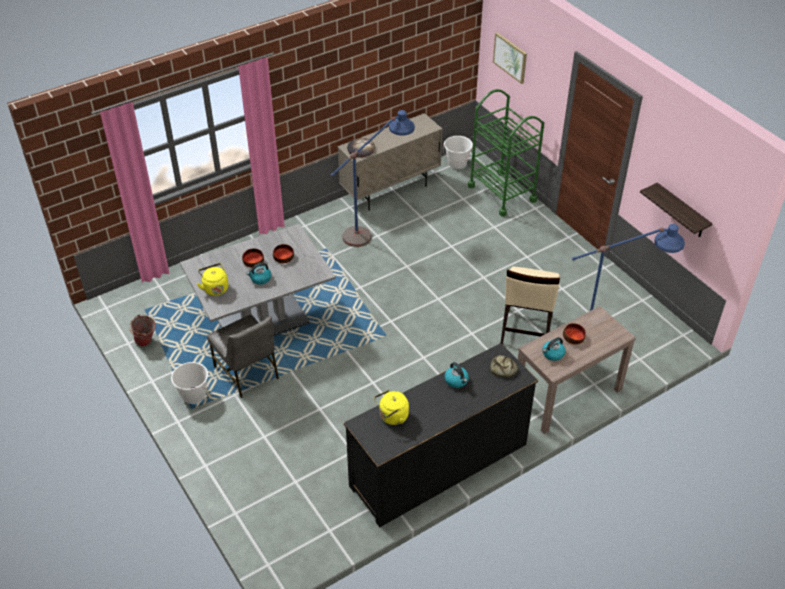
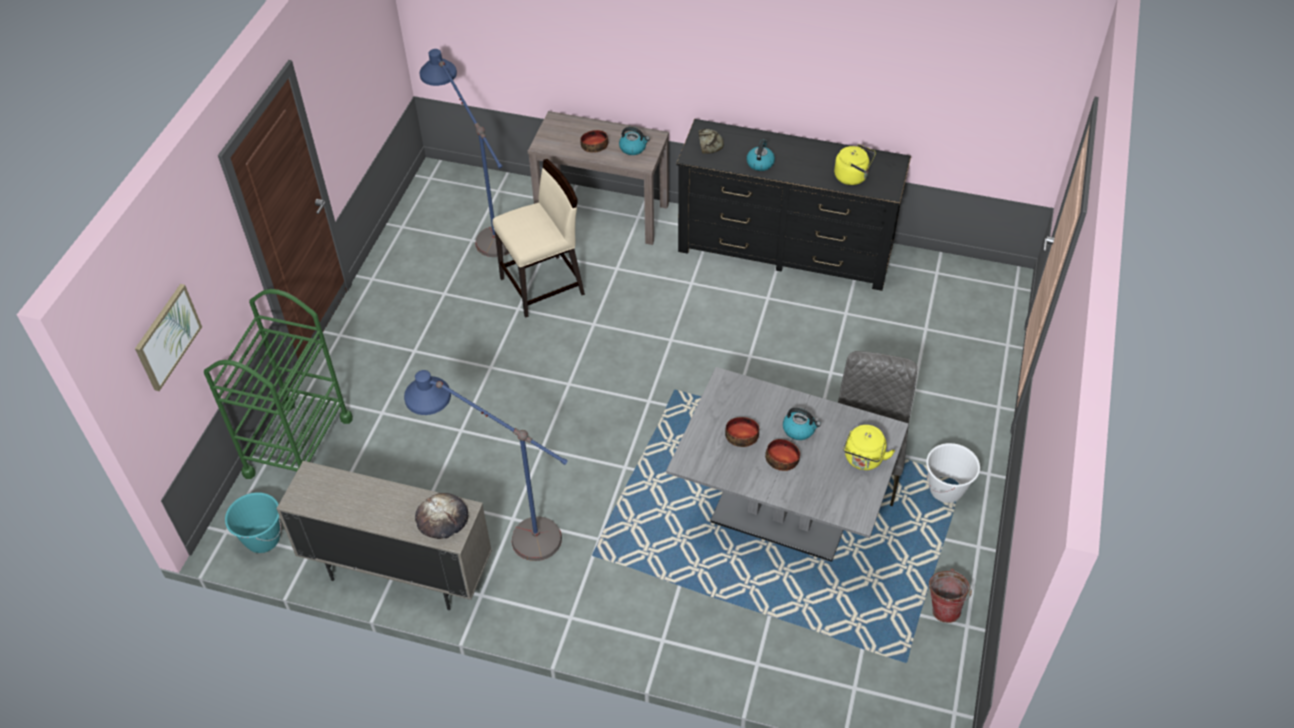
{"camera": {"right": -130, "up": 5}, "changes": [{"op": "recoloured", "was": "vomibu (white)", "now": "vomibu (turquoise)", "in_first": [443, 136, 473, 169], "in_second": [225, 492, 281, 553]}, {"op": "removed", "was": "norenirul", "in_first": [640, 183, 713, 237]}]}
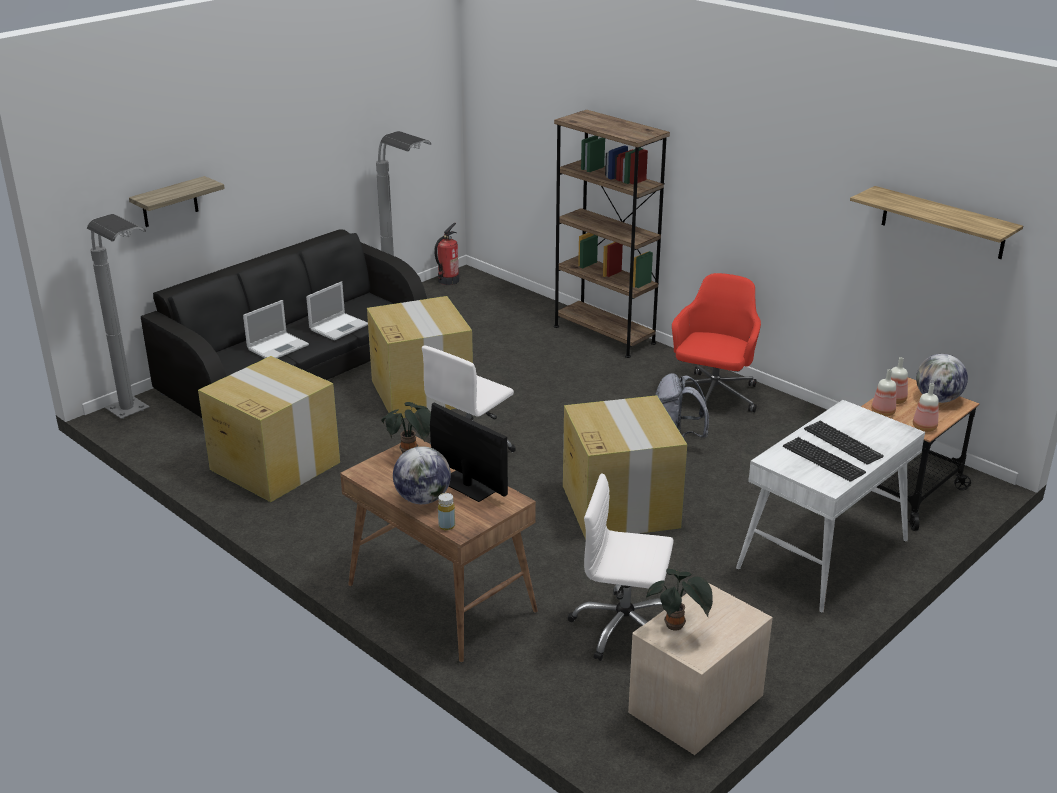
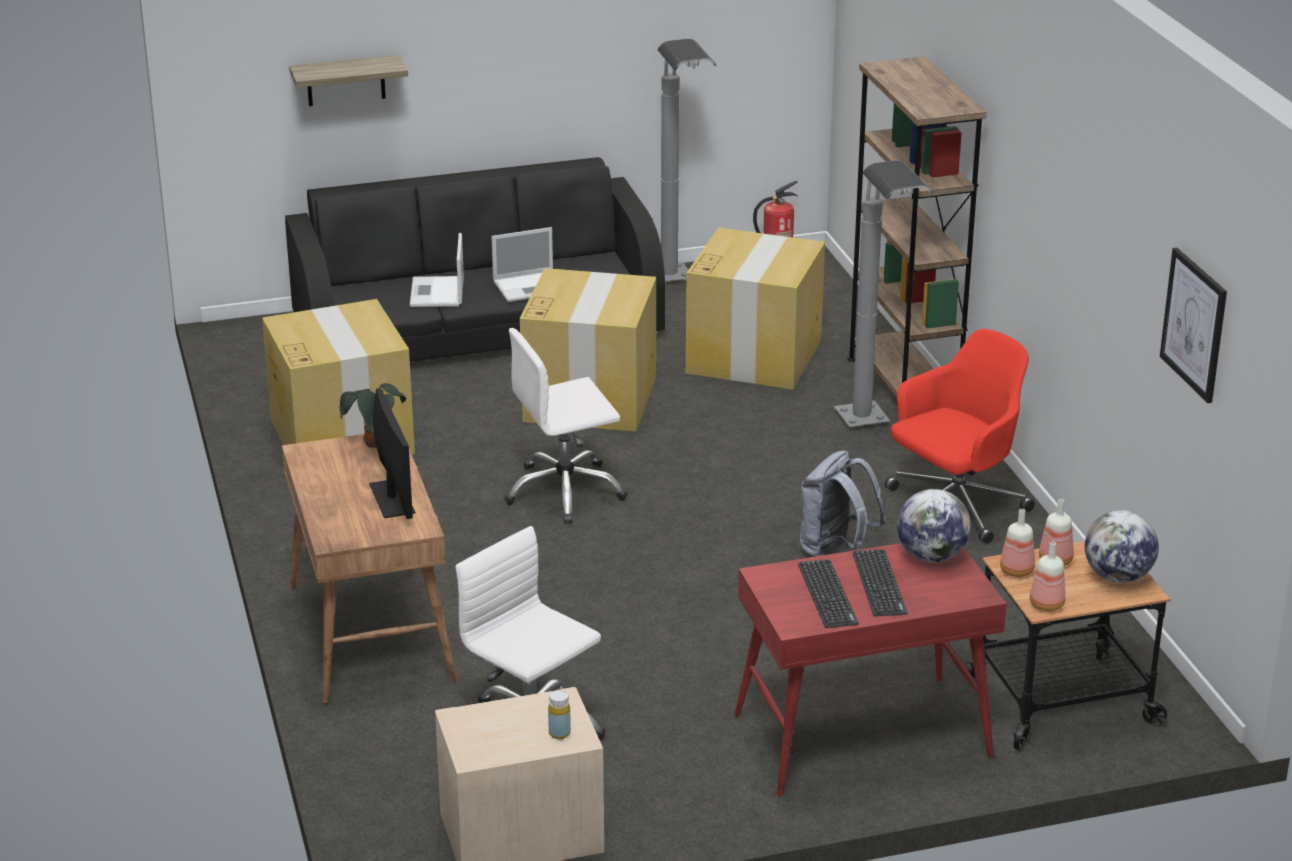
{"camera": {"right": 30, "up": 0}, "changes": [{"op": "turned", "was": "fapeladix", "in_first": [243, 300, 309, 358], "in_second": [410, 233, 464, 307], "clockwise": 105}, {"op": "moved", "was": "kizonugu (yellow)", "in_first": [438, 493, 455, 531], "in_second": [548, 690, 571, 739]}, {"op": "moved", "was": "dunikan", "in_first": [563, 395, 687, 539], "in_second": [686, 228, 825, 390]}, {"op": "recoloured", "was": "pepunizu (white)", "now": "pepunizu (red)", "in_first": [736, 400, 925, 613], "in_second": [734, 543, 1007, 797]}, {"op": "moved", "was": "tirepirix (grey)", "in_first": [87, 214, 150, 419], "in_second": [834, 160, 933, 428]}, {"op": "moved", "was": "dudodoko", "in_first": [393, 446, 451, 504], "in_second": [897, 489, 971, 562]}, {"op": "replaced", "was": "norenirul", "now": "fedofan", "in_first": [850, 186, 1023, 259], "in_second": [1160, 248, 1227, 403]}, {"op": "removed", "was": "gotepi", "in_first": [646, 569, 713, 631]}]}
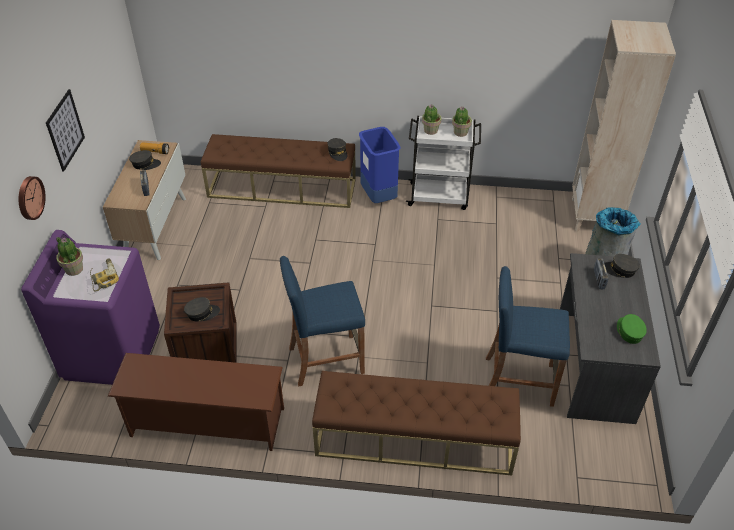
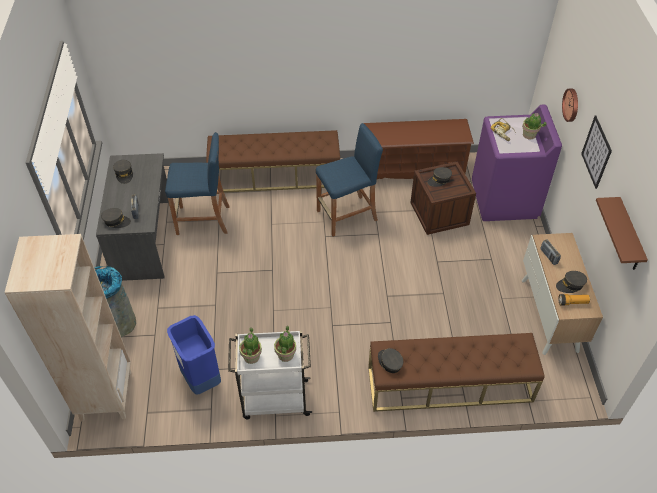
{"camera": {"right": 170, "up": 5}, "changes": [{"op": "recoloured", "was": "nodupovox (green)", "now": "nodupovox (grey)", "in_first": [617, 314, 647, 344], "in_second": [113, 160, 133, 184]}, {"op": "moved", "was": "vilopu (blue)", "in_first": [359, 127, 400, 203], "in_second": [167, 315, 221, 395]}, {"op": "added", "now": "norenirul (brown)", "in_second": [596, 197, 648, 270]}]}
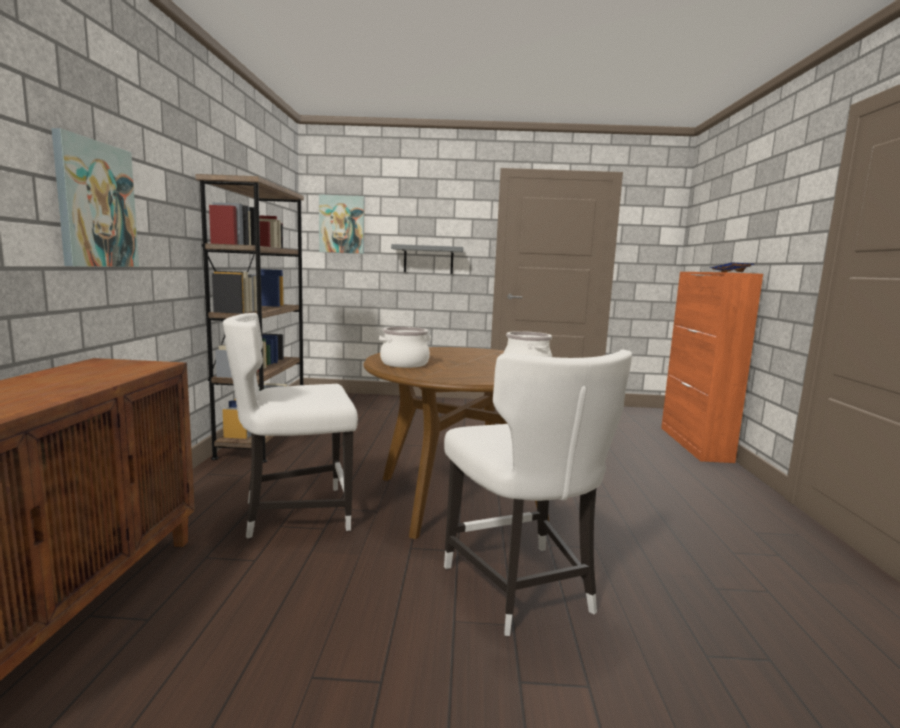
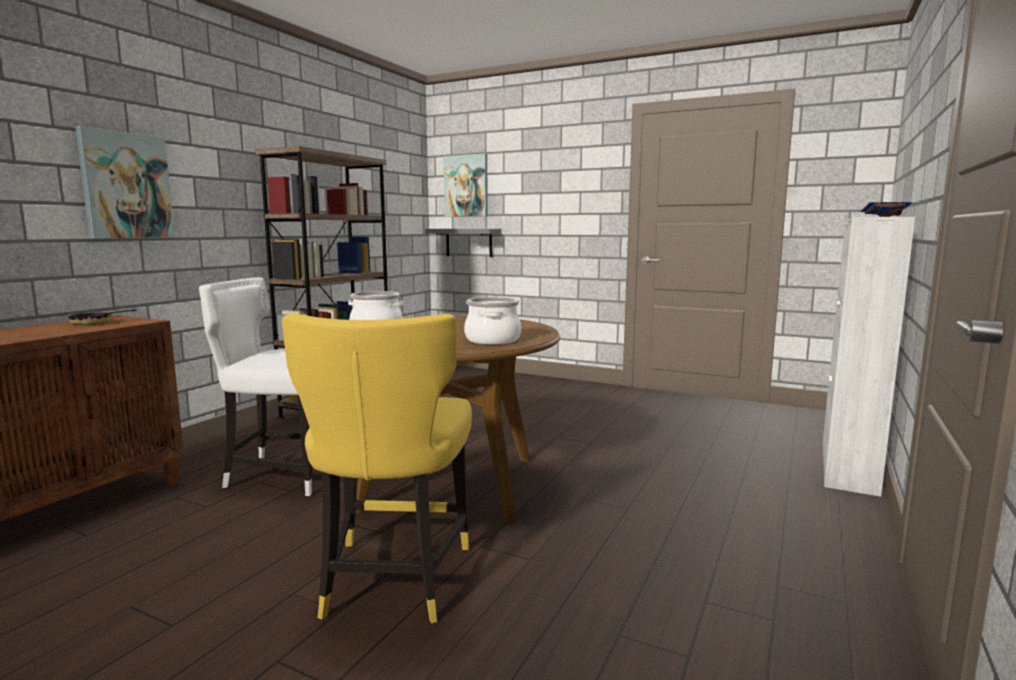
{"camera": {"right": 25, "up": 0}, "changes": [{"op": "added", "now": "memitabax", "in_second": [66, 307, 137, 325]}, {"op": "recoloured", "was": "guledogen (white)", "now": "guledogen (yellow)", "in_first": [444, 349, 632, 636], "in_second": [282, 313, 472, 623]}, {"op": "moved", "was": "norenirul (grey)", "in_first": [391, 244, 463, 274], "in_second": [425, 229, 501, 257]}, {"op": "recoloured", "was": "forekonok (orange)", "now": "forekonok (white)", "in_first": [661, 272, 763, 463], "in_second": [823, 217, 915, 497]}]}
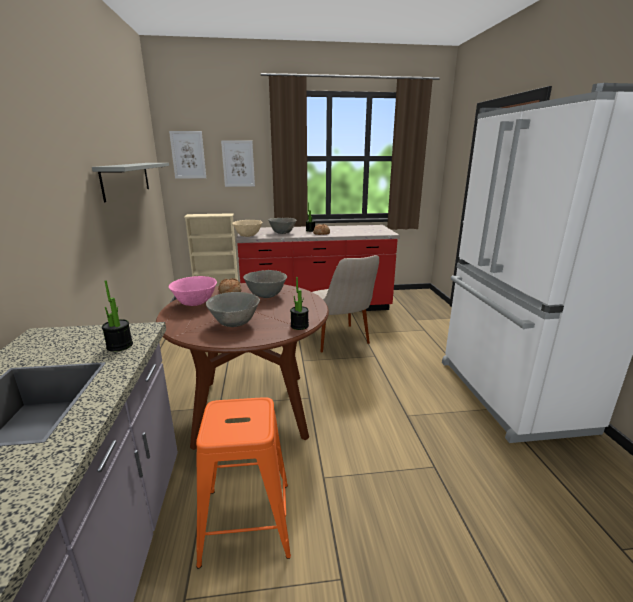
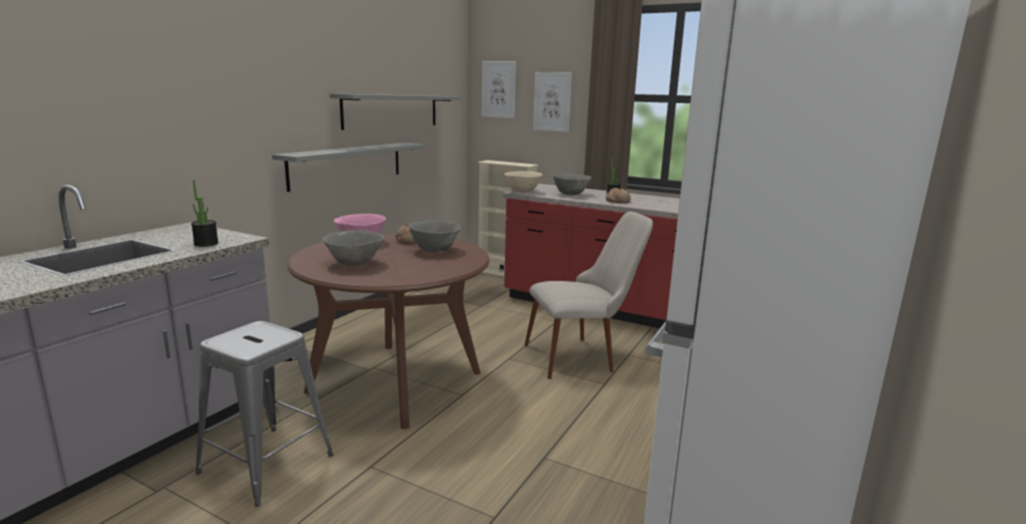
{"camera": {"right": 35, "up": -5}, "changes": [{"op": "recoloured", "was": "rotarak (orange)", "now": "rotarak (grey)", "in_first": [196, 397, 291, 568], "in_second": [195, 321, 334, 507]}, {"op": "added", "now": "norenirul (grey)", "in_second": [272, 143, 425, 192]}, {"op": "turned", "was": "guledogen (beige)", "in_first": [313, 255, 379, 353], "in_second": [525, 212, 653, 379], "clockwise": -120}, {"op": "removed", "was": "gotepi", "in_first": [290, 277, 309, 330]}]}
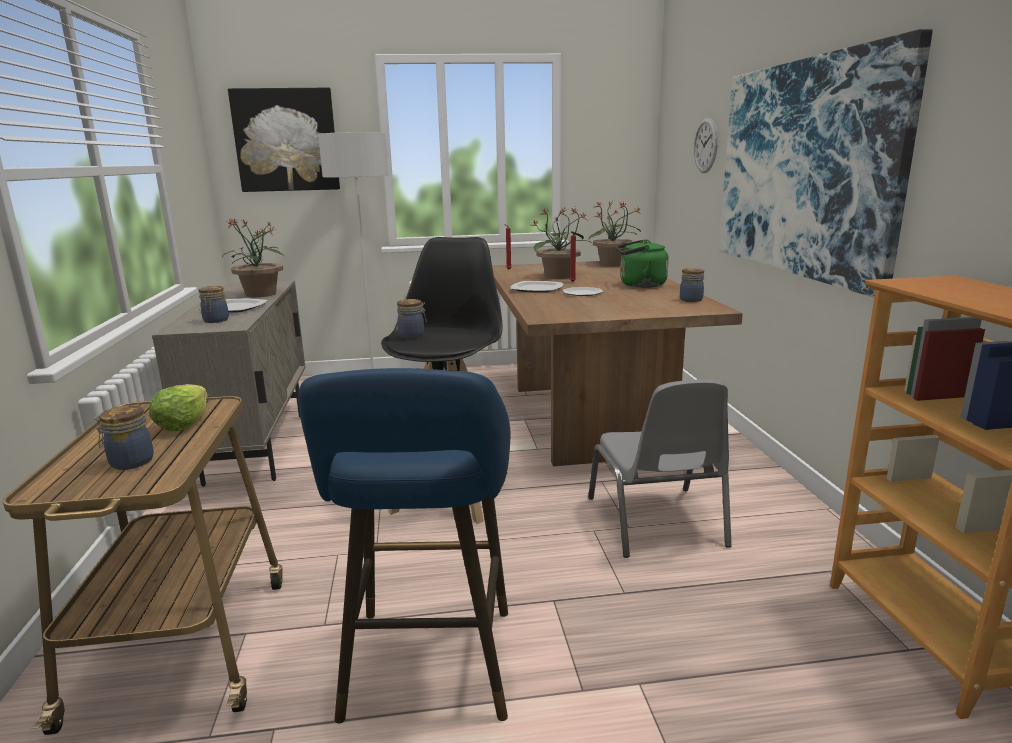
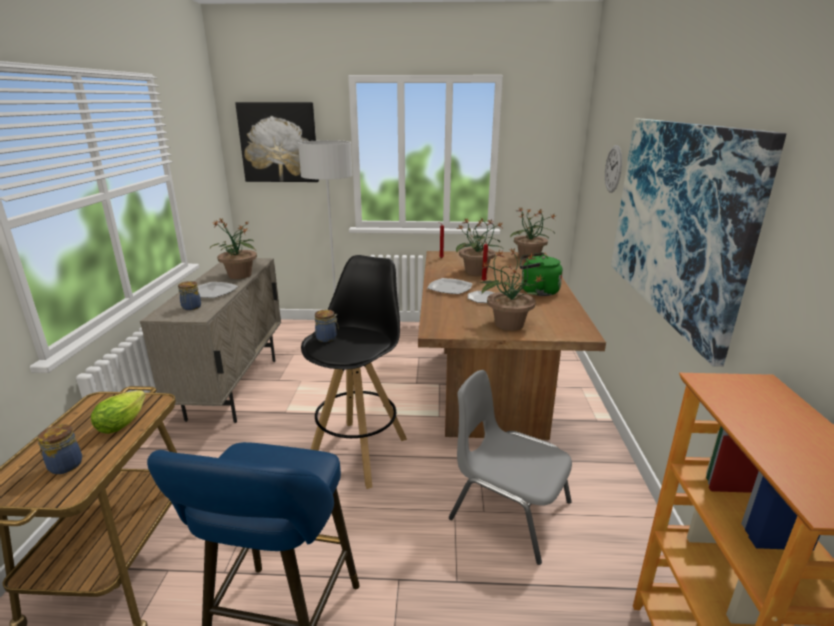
{"camera": {"right": 10, "up": 5}, "changes": [{"op": "turned", "was": "guledogen (grey)", "in_first": [588, 379, 732, 558], "in_second": [449, 370, 572, 565], "clockwise": 120}, {"op": "added", "now": "gotepi", "in_second": [480, 248, 546, 331]}, {"op": "removed", "was": "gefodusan", "in_first": [680, 268, 704, 302]}]}
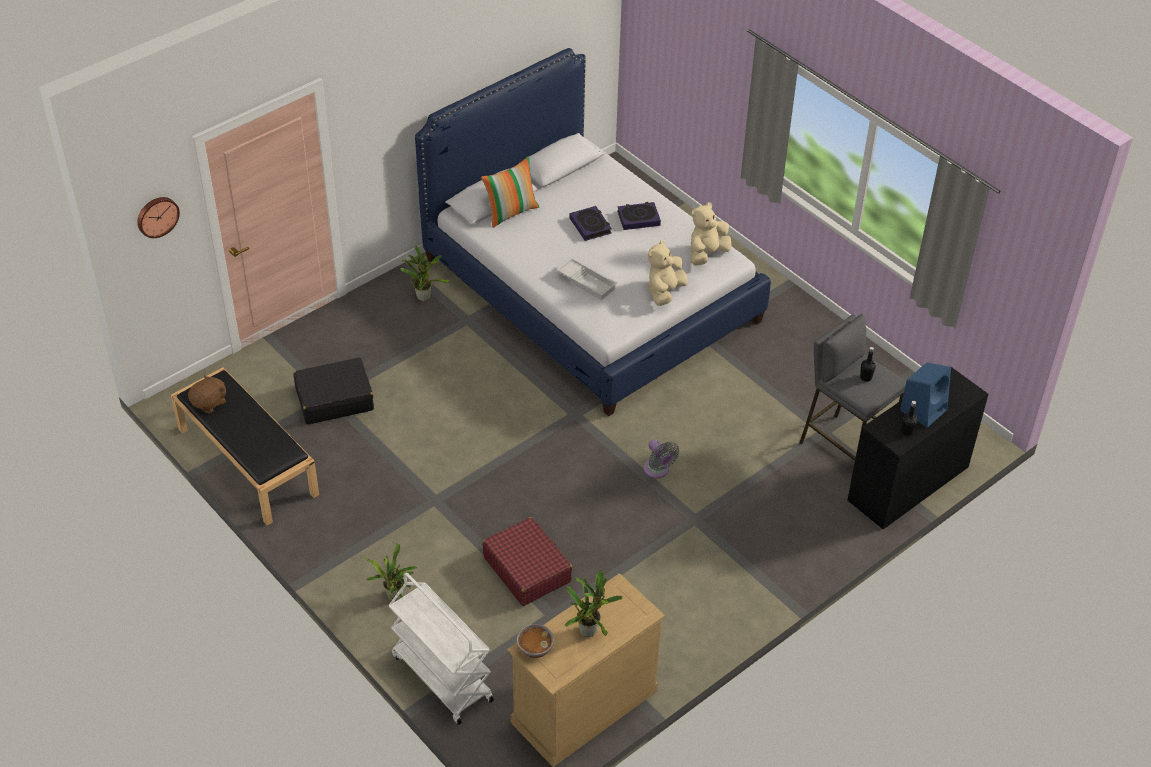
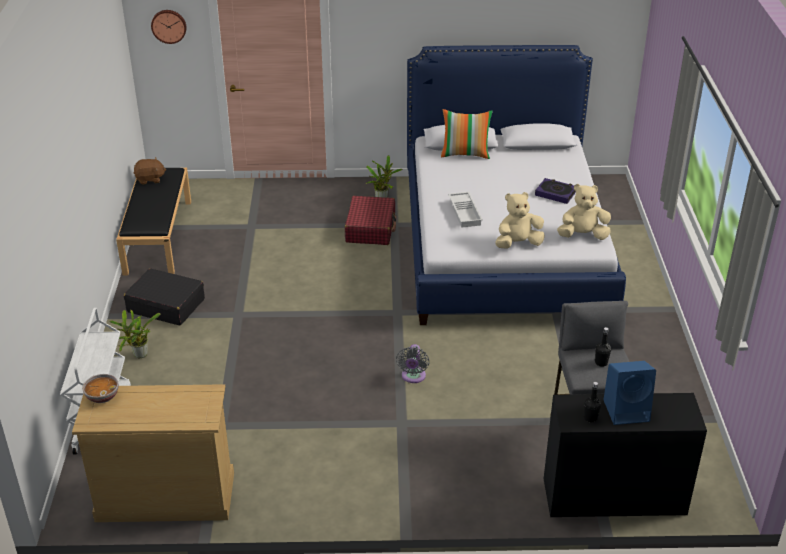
{"camera": {"right": 40, "up": -10}, "changes": [{"op": "moved", "was": "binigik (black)", "in_first": [293, 357, 374, 425], "in_second": [124, 269, 205, 325]}, {"op": "moved", "was": "binigik (red)", "in_first": [482, 517, 573, 606], "in_second": [345, 196, 396, 245]}, {"op": "removed", "was": "gotepi", "in_first": [565, 570, 623, 637]}, {"op": "removed", "was": "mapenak", "in_first": [570, 206, 612, 241]}]}
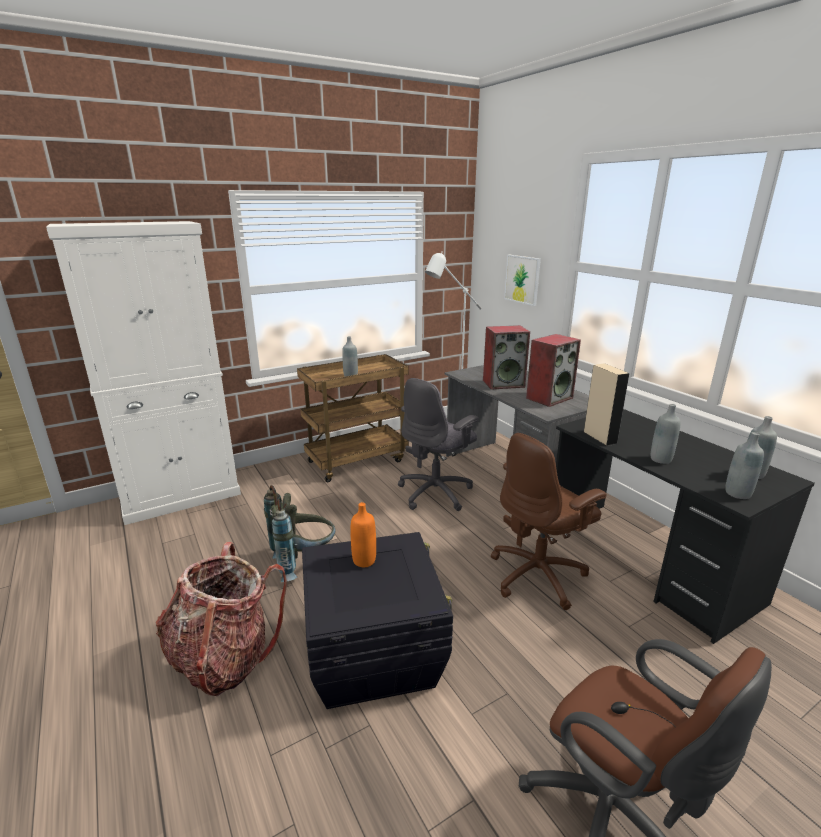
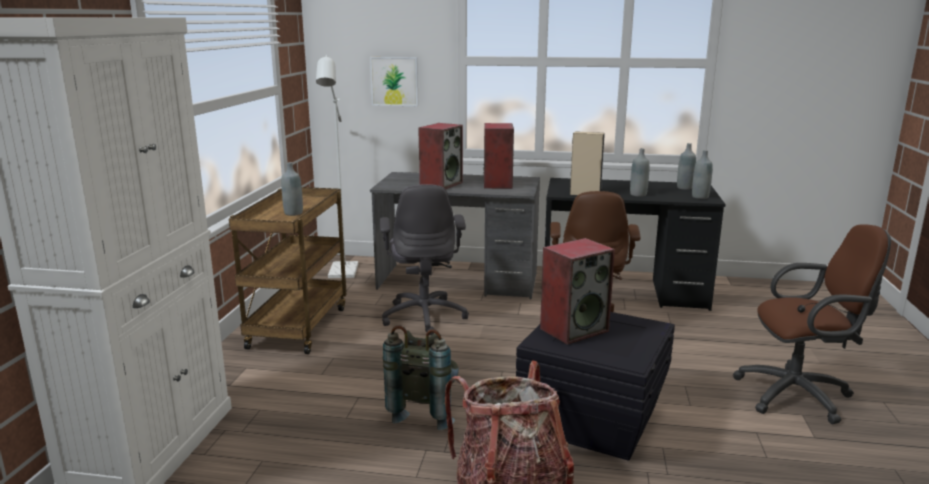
{"camera": {"right": -50, "up": -5}, "changes": [{"op": "replaced", "was": "kizonugu (orange)", "now": "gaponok", "in_first": [350, 502, 376, 567], "in_second": [540, 238, 615, 345]}]}
